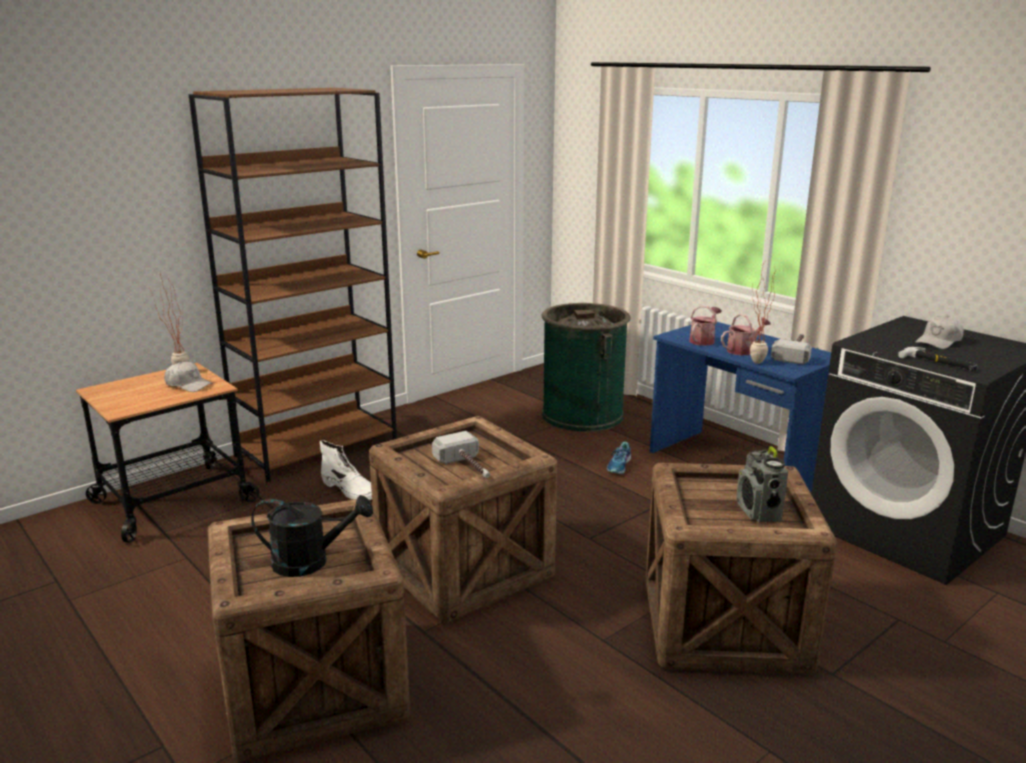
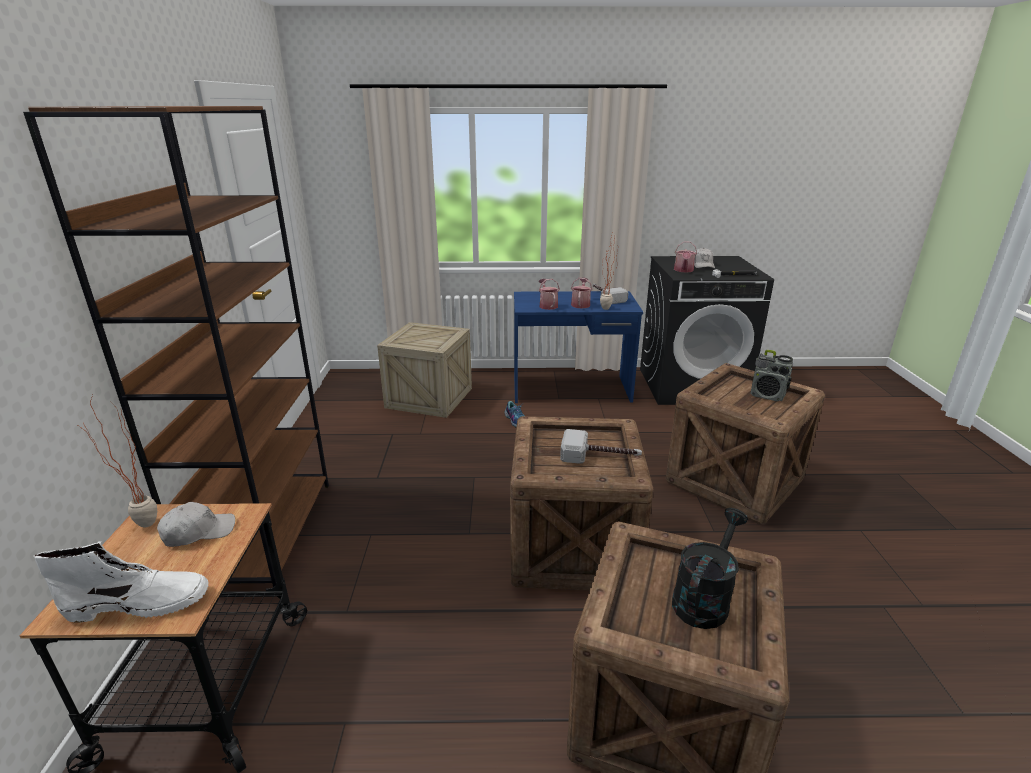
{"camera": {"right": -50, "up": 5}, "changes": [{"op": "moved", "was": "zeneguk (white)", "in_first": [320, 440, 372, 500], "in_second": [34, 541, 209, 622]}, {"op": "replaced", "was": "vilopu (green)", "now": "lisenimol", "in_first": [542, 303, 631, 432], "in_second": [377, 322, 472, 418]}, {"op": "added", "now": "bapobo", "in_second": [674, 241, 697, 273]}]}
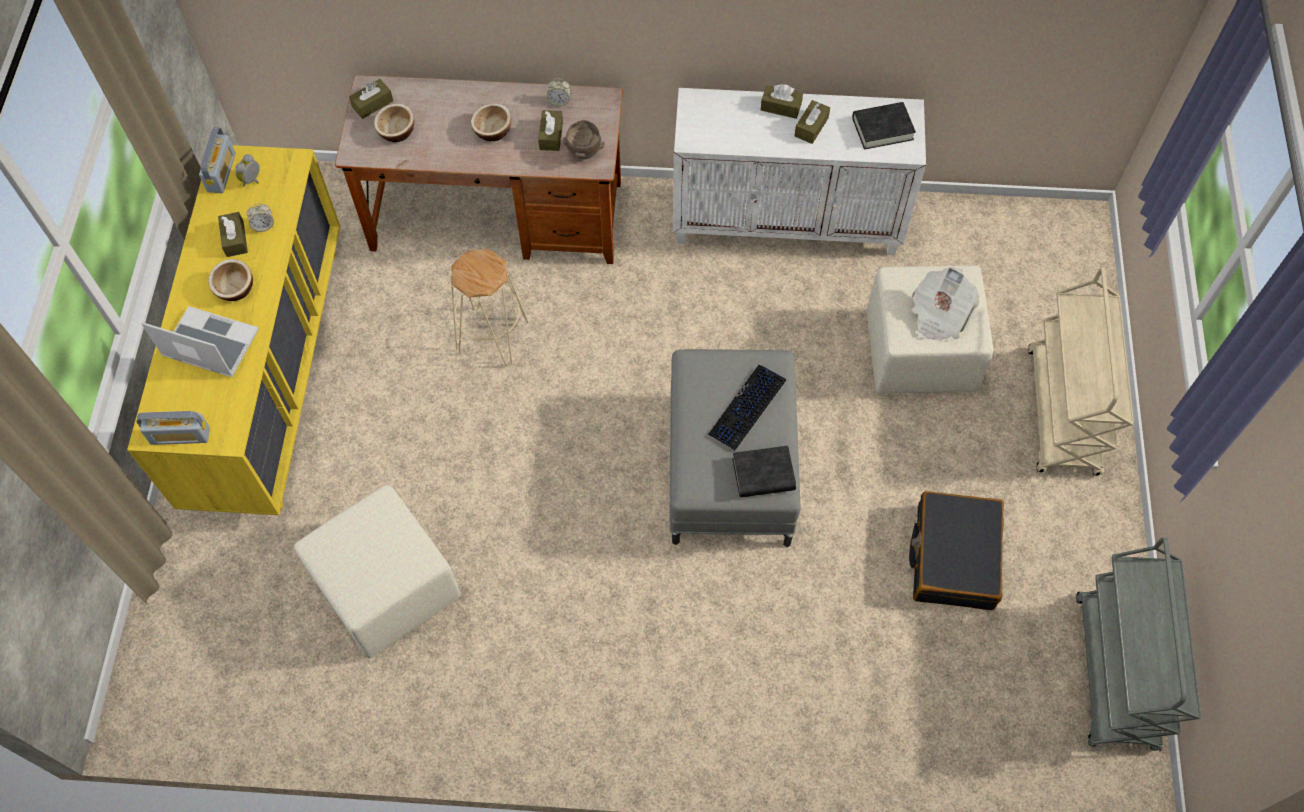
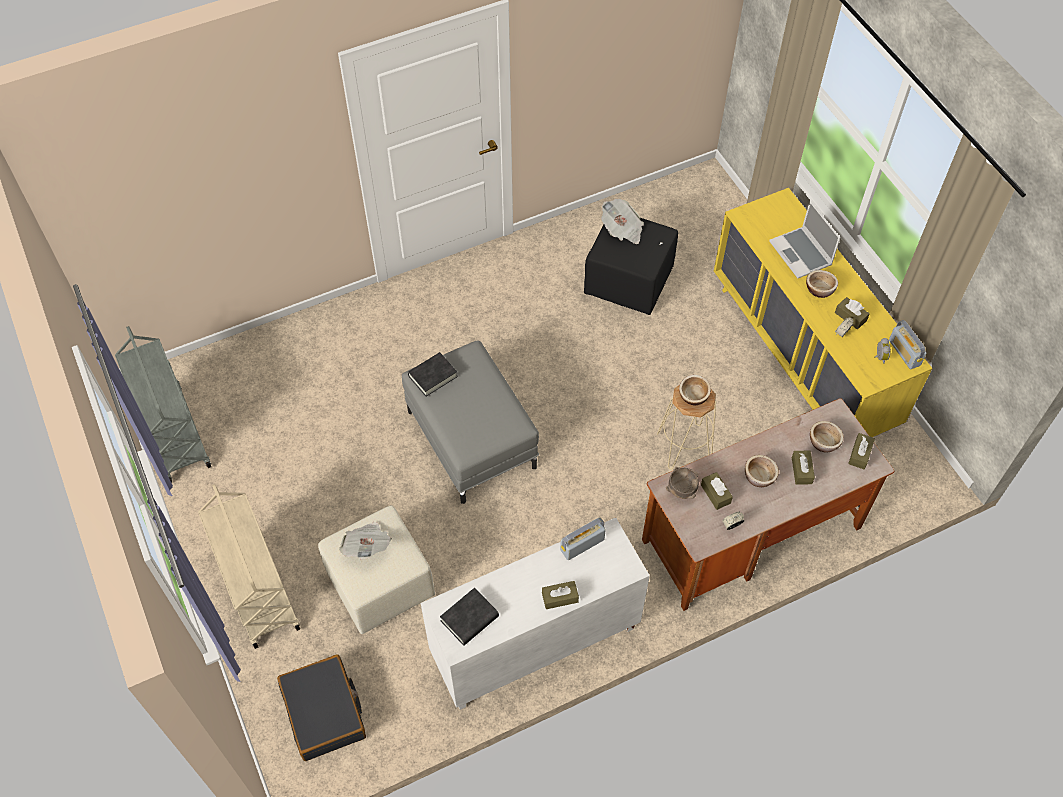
{"camera": {"right": 150, "up": -5}, "changes": [{"op": "moved", "was": "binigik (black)", "in_first": [909, 491, 1004, 610], "in_second": [277, 655, 366, 761]}, {"op": "moved", "was": "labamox", "in_first": [136, 411, 210, 445], "in_second": [561, 518, 606, 560]}, {"op": "recoloured", "was": "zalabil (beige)", "now": "zalabil (black)", "in_first": [294, 485, 461, 658], "in_second": [584, 218, 678, 315]}, {"op": "added", "now": "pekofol", "in_second": [601, 199, 644, 244]}, {"op": "added", "now": "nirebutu", "in_second": [679, 375, 711, 405]}, {"op": "turned", "was": "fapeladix", "in_first": [141, 306, 259, 377], "in_second": [769, 201, 840, 278], "clockwise": 75}, {"op": "moved", "was": "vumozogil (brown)", "in_first": [794, 100, 830, 144], "in_second": [792, 451, 815, 485]}, {"op": "removed", "was": "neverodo", "in_first": [708, 365, 786, 451]}]}
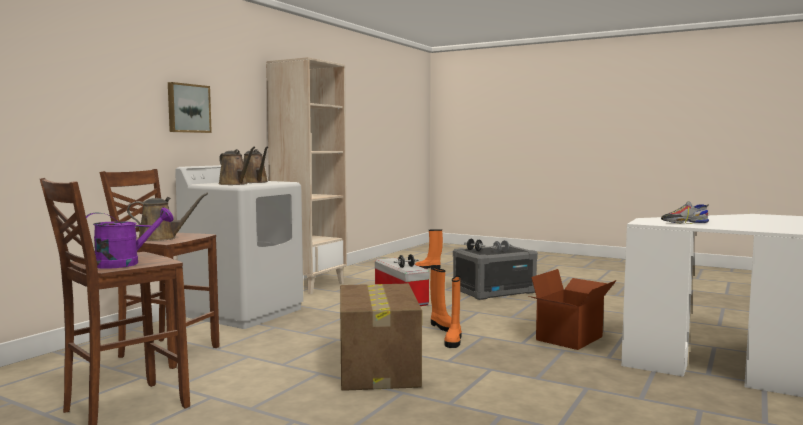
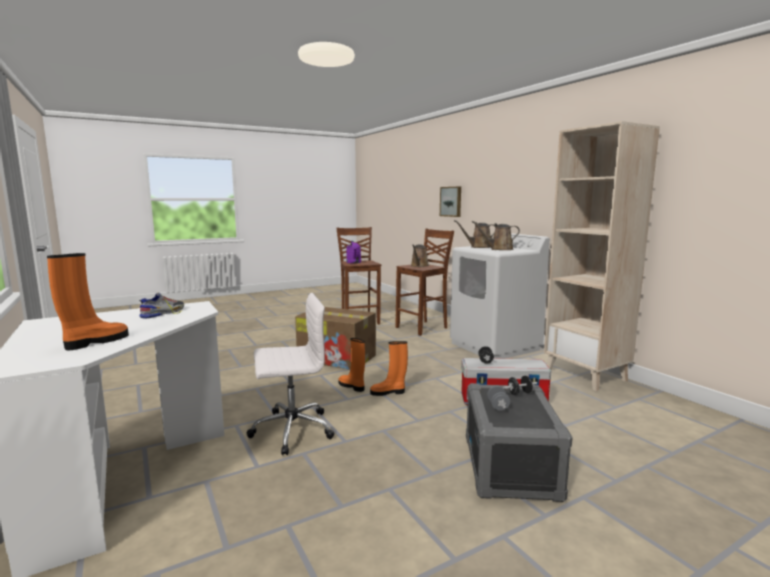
{"camera": {"right": 120, "up": 5}, "changes": [{"op": "moved", "was": "zeneguk (orange)", "in_first": [415, 229, 443, 269], "in_second": [47, 253, 129, 350]}, {"op": "replaced", "was": "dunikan", "now": "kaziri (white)", "in_first": [529, 269, 617, 350], "in_second": [247, 293, 334, 455]}, {"op": "moved", "was": "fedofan", "in_first": [168, 82, 212, 133], "in_second": [440, 187, 461, 217]}]}
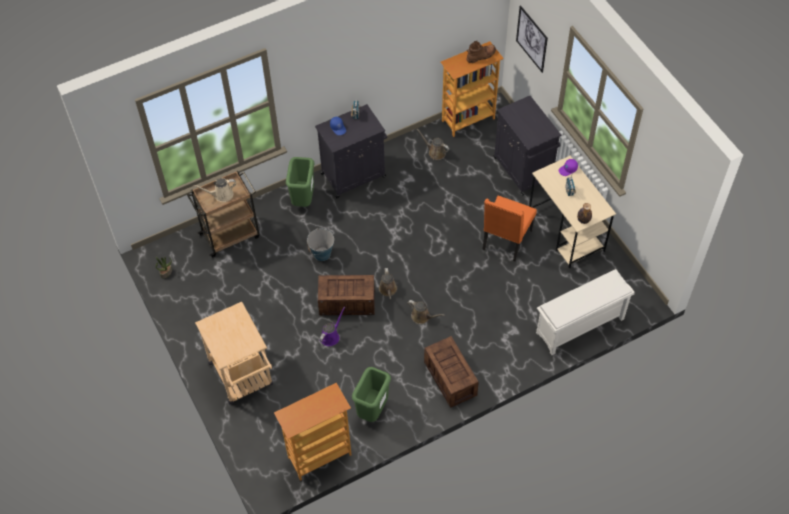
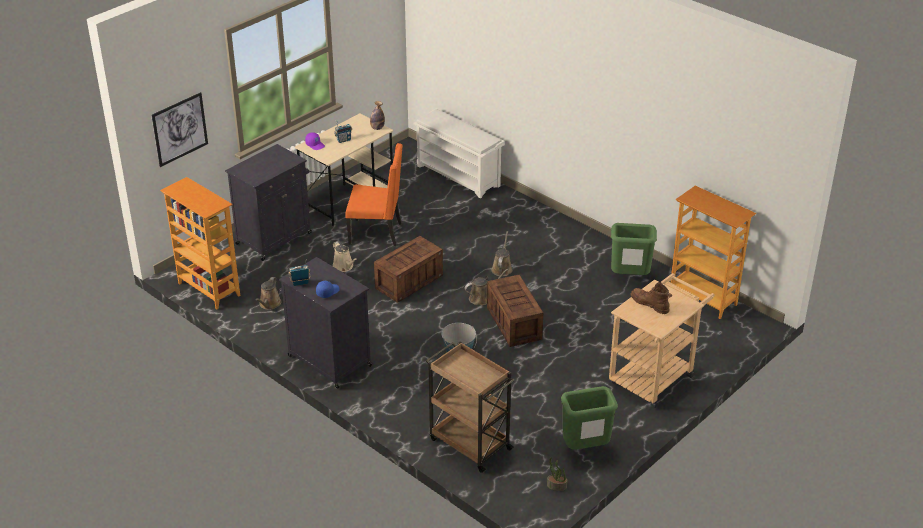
{"camera": {"right": -110, "up": -20}, "changes": [{"op": "moved", "was": "bapobo (beige)", "in_first": [193, 178, 236, 202], "in_second": [333, 241, 357, 272]}, {"op": "moved", "was": "lisenimol", "in_first": [424, 336, 479, 408], "in_second": [374, 236, 443, 303]}, {"op": "moved", "was": "vilopu (green)", "in_first": [286, 157, 314, 207], "in_second": [561, 386, 618, 450]}, {"op": "moved", "was": "zeneguk (brown)", "in_first": [467, 41, 496, 63], "in_second": [631, 282, 673, 314]}, {"op": "removed", "was": "bapobo (purple)", "in_first": [319, 306, 345, 346]}]}
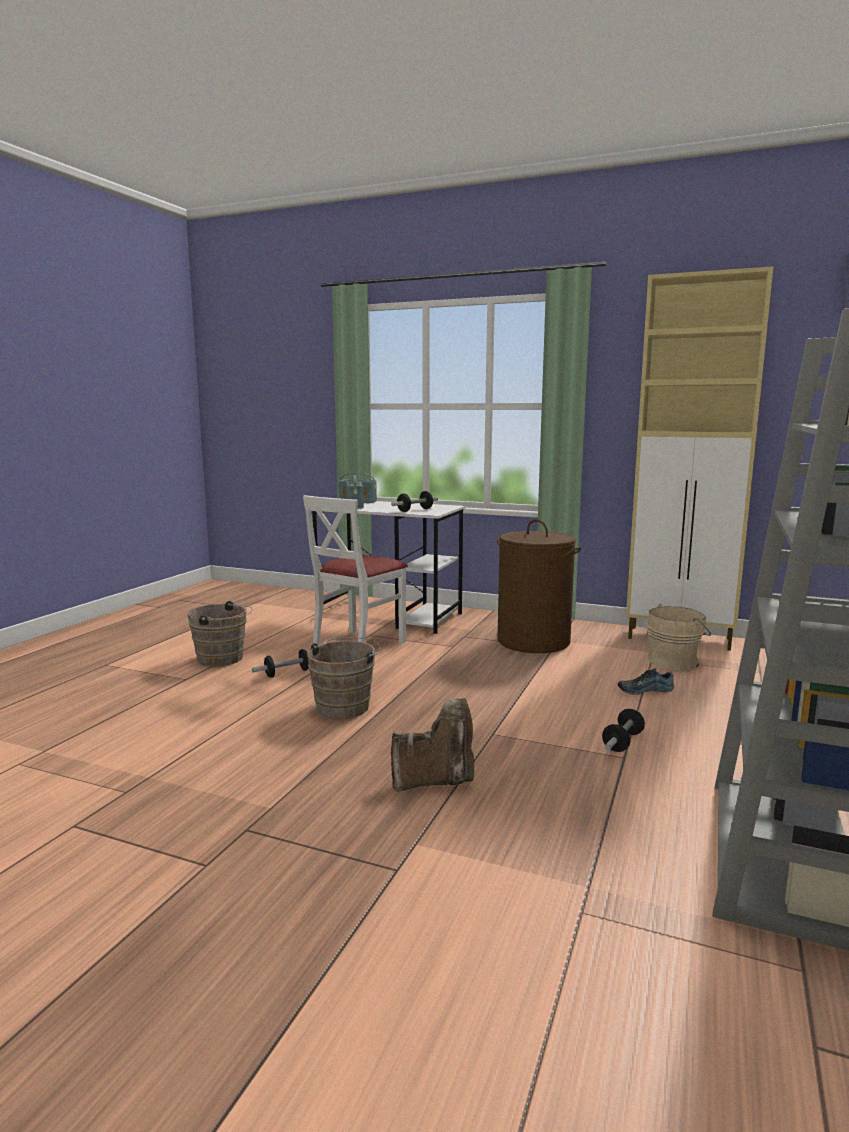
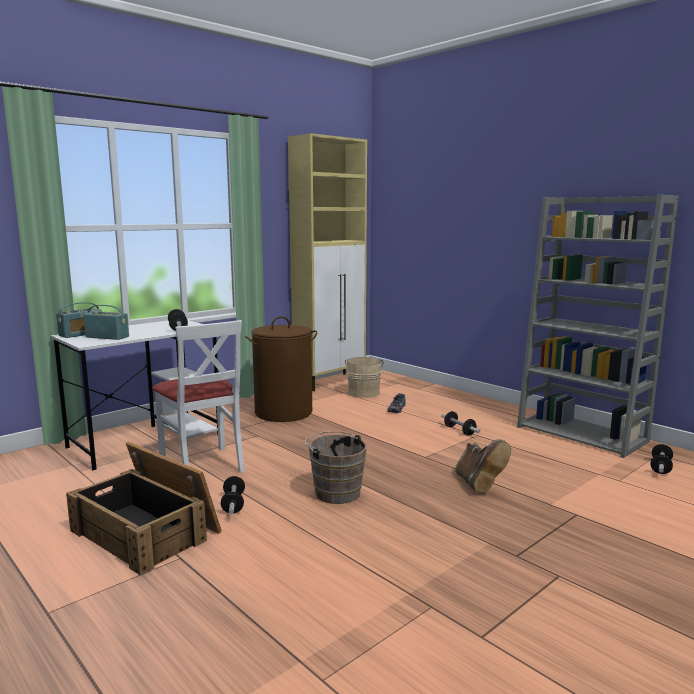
{"camera": {"right": -65, "up": 0}, "changes": [{"op": "replaced", "was": "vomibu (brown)", "now": "lisenimol", "in_first": [187, 601, 253, 667], "in_second": [66, 442, 222, 575]}, {"op": "turned", "was": "zeneguk (brown)", "in_first": [391, 698, 475, 792], "in_second": [455, 439, 511, 493], "clockwise": 150}, {"op": "added", "now": "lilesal", "in_second": [650, 444, 673, 474]}]}
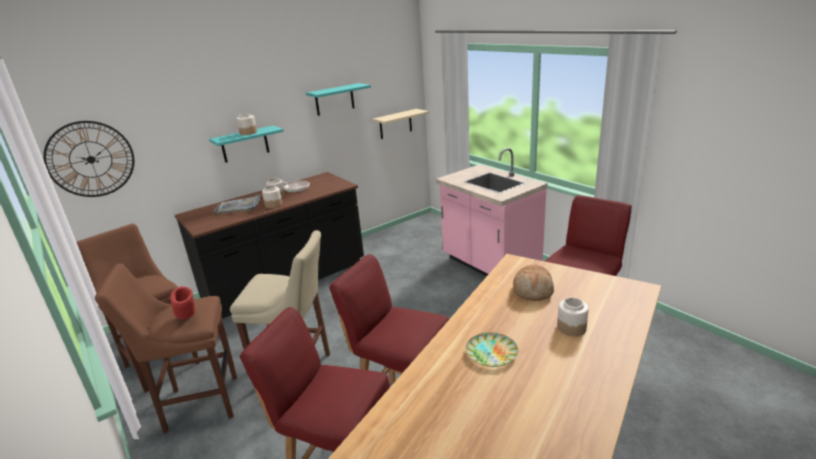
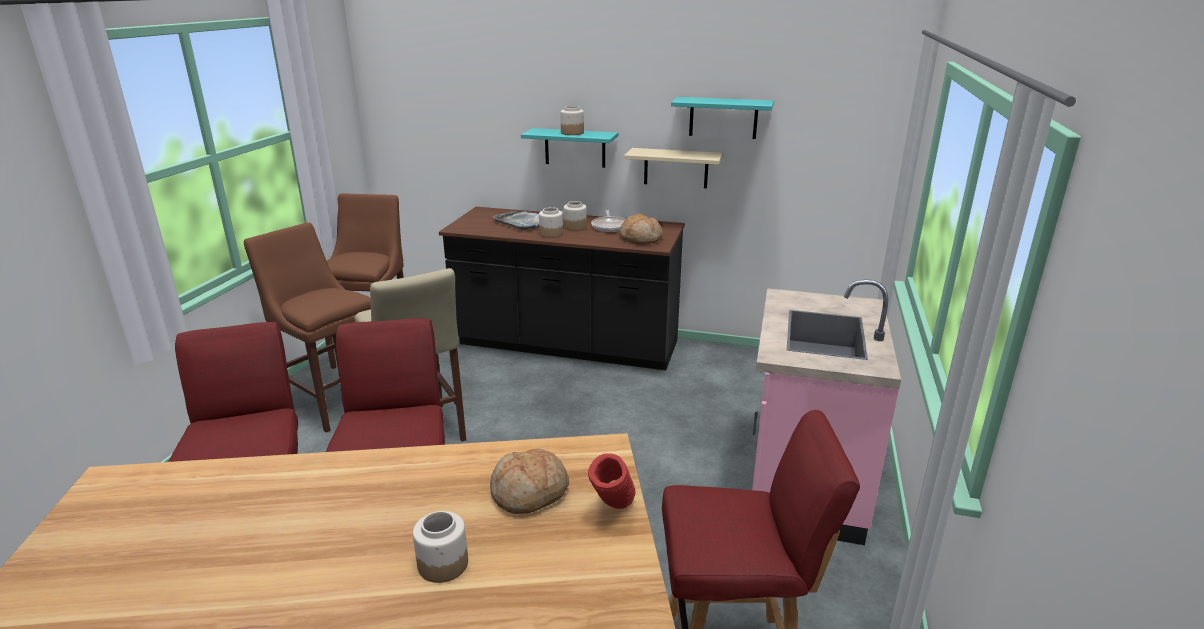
{"camera": {"right": 50, "up": 0}, "changes": [{"op": "moved", "was": "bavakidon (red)", "in_first": [170, 286, 195, 319], "in_second": [588, 453, 635, 509]}, {"op": "added", "now": "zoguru", "in_second": [619, 214, 663, 244]}, {"op": "moved", "was": "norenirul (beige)", "in_first": [372, 109, 429, 139], "in_second": [624, 148, 723, 188]}, {"op": "removed", "was": "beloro", "in_first": [43, 121, 134, 197]}, {"op": "removed", "was": "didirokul", "in_first": [466, 332, 518, 367]}]}
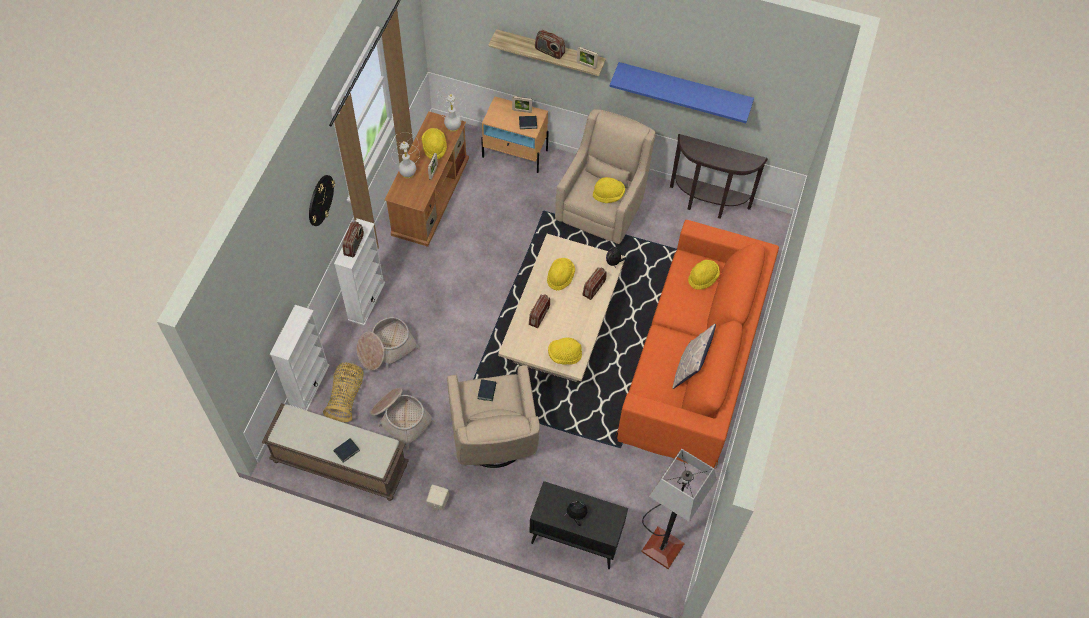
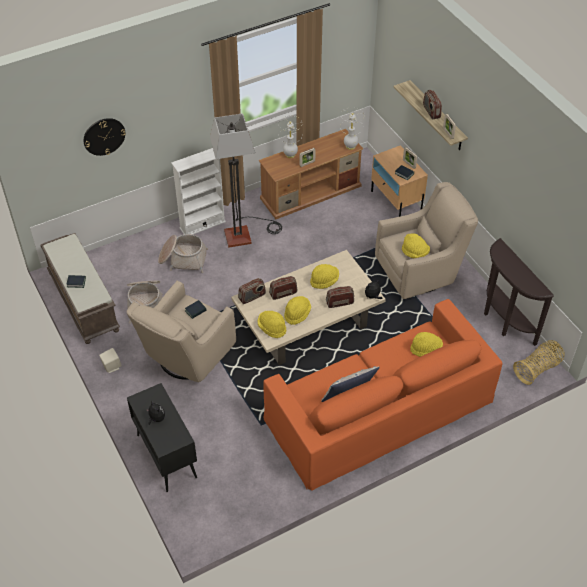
{"camera": {"right": 45, "up": -10}, "changes": [{"op": "moved", "was": "beloro", "in_first": [309, 175, 335, 226], "in_second": [84, 118, 126, 156]}, {"op": "moved", "was": "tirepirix", "in_first": [641, 449, 717, 569], "in_second": [210, 113, 282, 248]}, {"op": "moved", "was": "labamox", "in_first": [342, 221, 364, 258], "in_second": [238, 278, 266, 304]}, {"op": "moved", "was": "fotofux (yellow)", "in_first": [422, 128, 447, 159], "in_second": [284, 296, 311, 325]}, {"op": "moved", "was": "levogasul", "in_first": [323, 363, 364, 422], "in_second": [513, 340, 565, 385]}, {"op": "removed", "was": "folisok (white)", "in_first": [270, 305, 329, 411]}, {"op": "removed", "was": "norenirul (blue)", "in_first": [610, 62, 754, 123]}]}
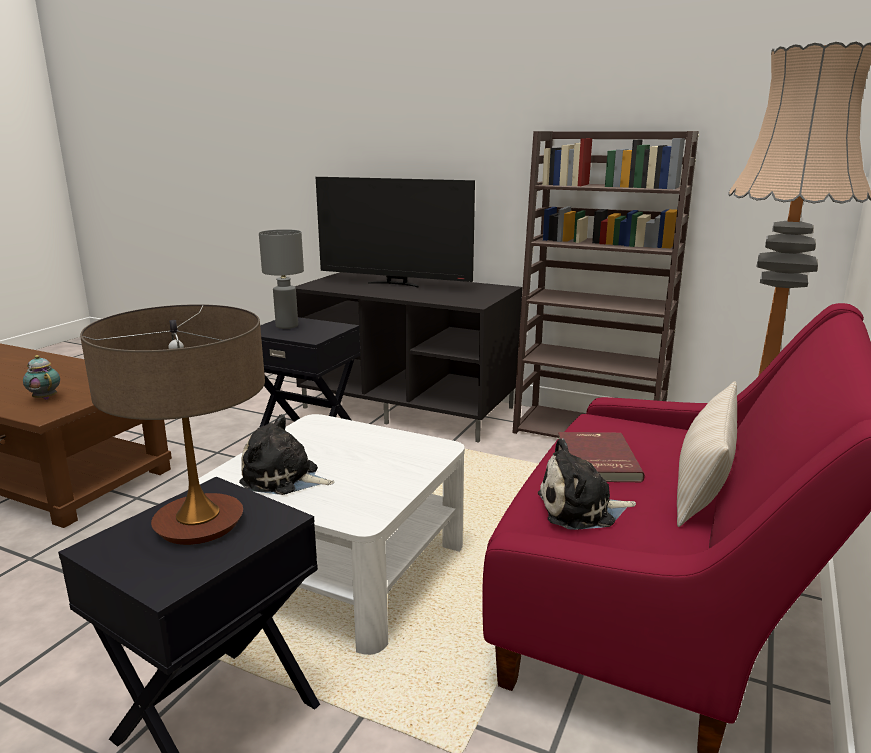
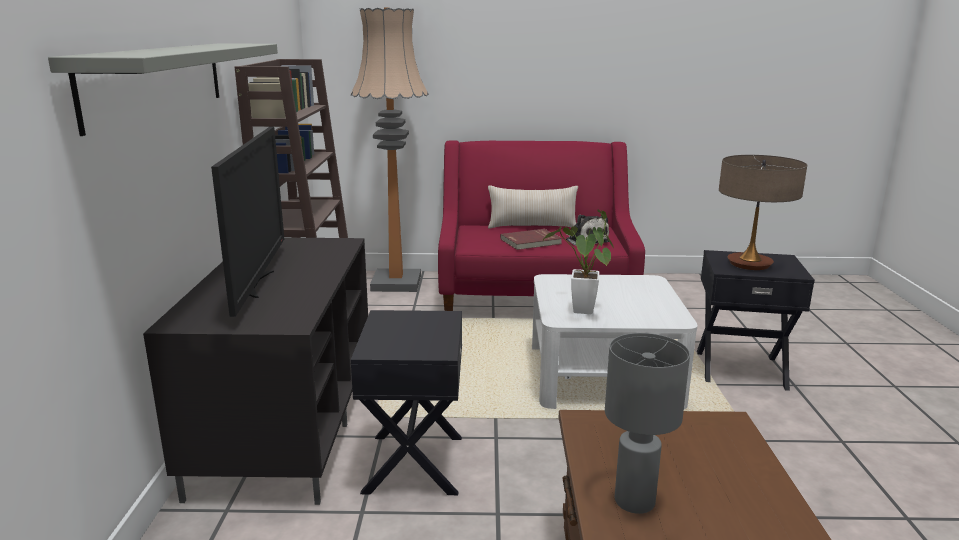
{"camera": {"right": -115, "up": 0}, "changes": [{"op": "added", "now": "norenirul (grey)", "in_second": [48, 43, 278, 136]}, {"op": "added", "now": "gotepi", "in_second": [543, 209, 614, 314]}, {"op": "moved", "was": "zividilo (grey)", "in_first": [259, 229, 304, 329], "in_second": [605, 333, 690, 514]}, {"op": "removed", "was": "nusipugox", "in_first": [23, 355, 60, 400]}, {"op": "removed", "was": "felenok", "in_first": [239, 414, 335, 495]}]}
